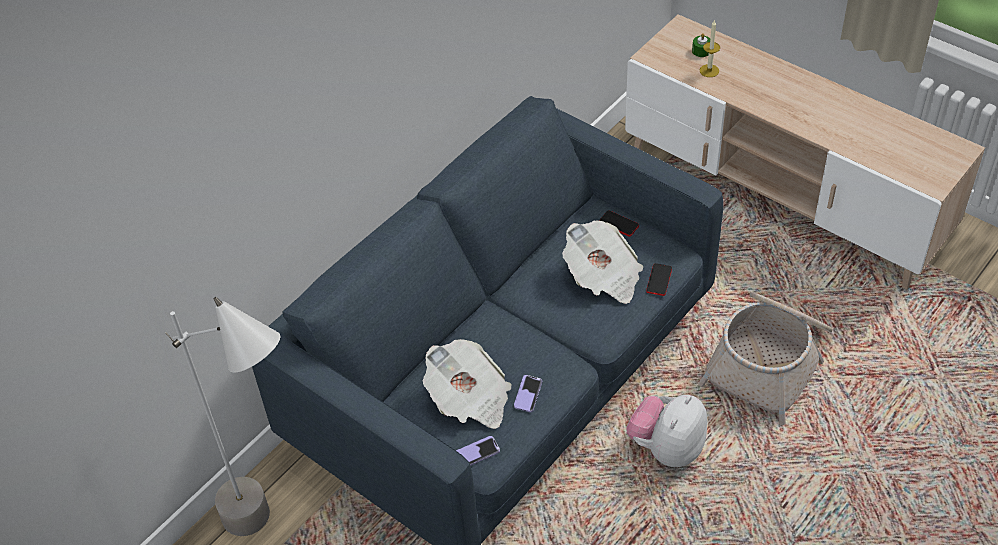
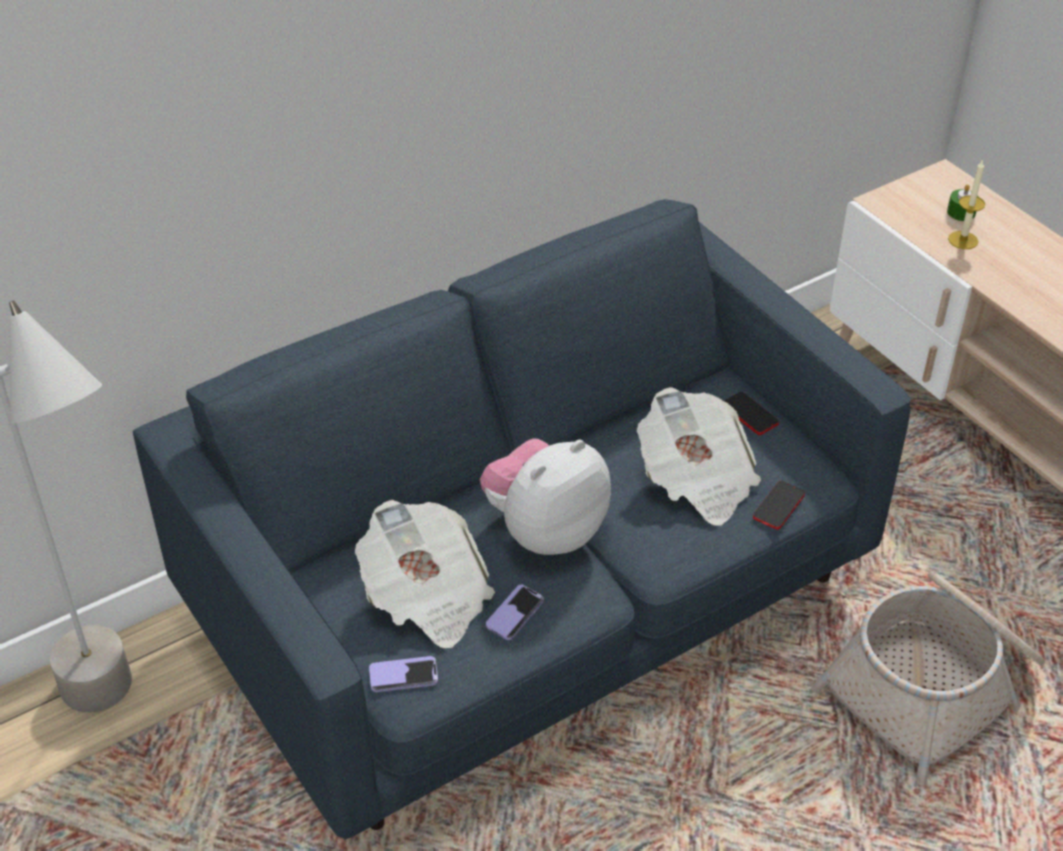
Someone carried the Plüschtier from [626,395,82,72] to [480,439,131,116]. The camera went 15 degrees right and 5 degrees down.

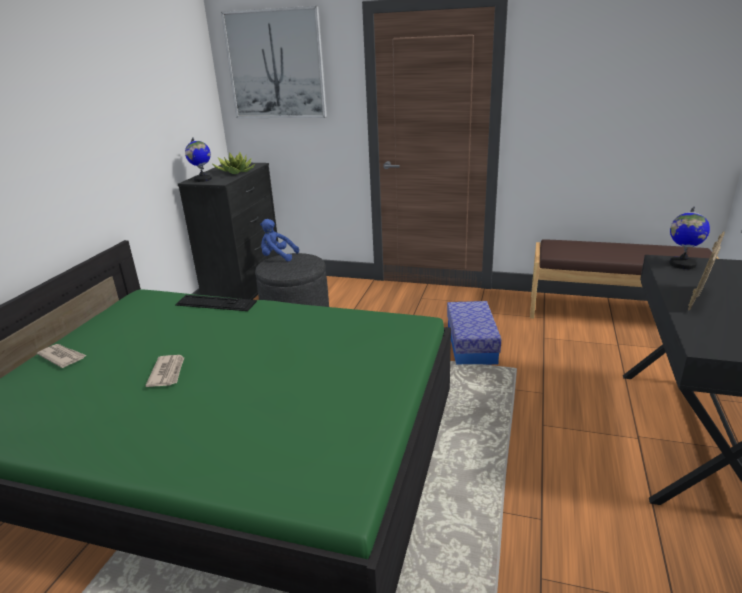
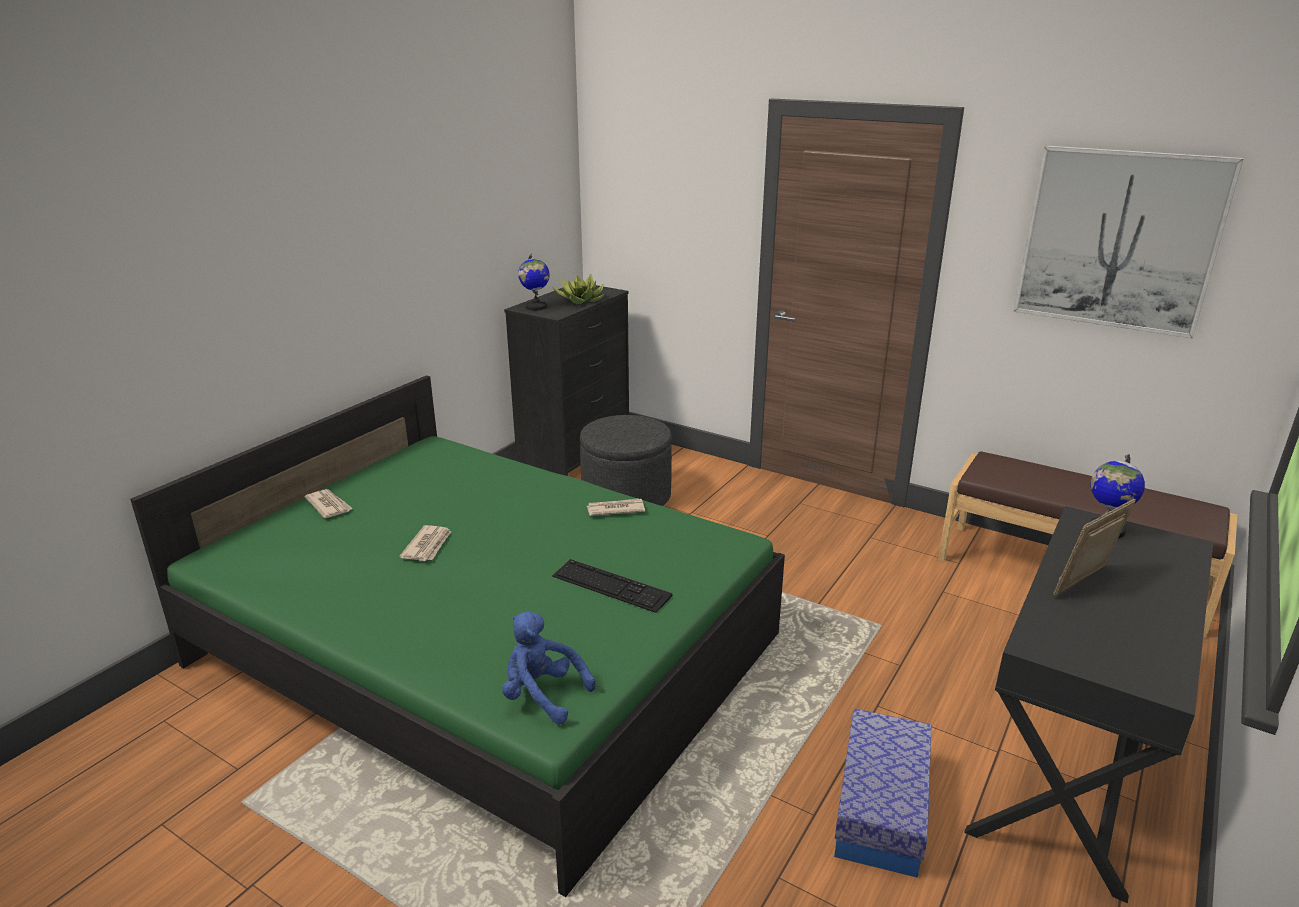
Someone carried the Plüschtier/blau from [260,219,39,42] to [502,612,94,112]. Someone carried the Tastatur from [175,295,82,16] to [552,559,121,54]. Someone put down the Zeitung at [587,498,58,18]. Someone carried the Aufbewahrungsbox from [447,301,54,64] to [834,709,98,169]. Someone carried the Bild from [221,6,106,112] to [1013,146,231,193]. The camera went 15 degrees right and 0 degrees up.

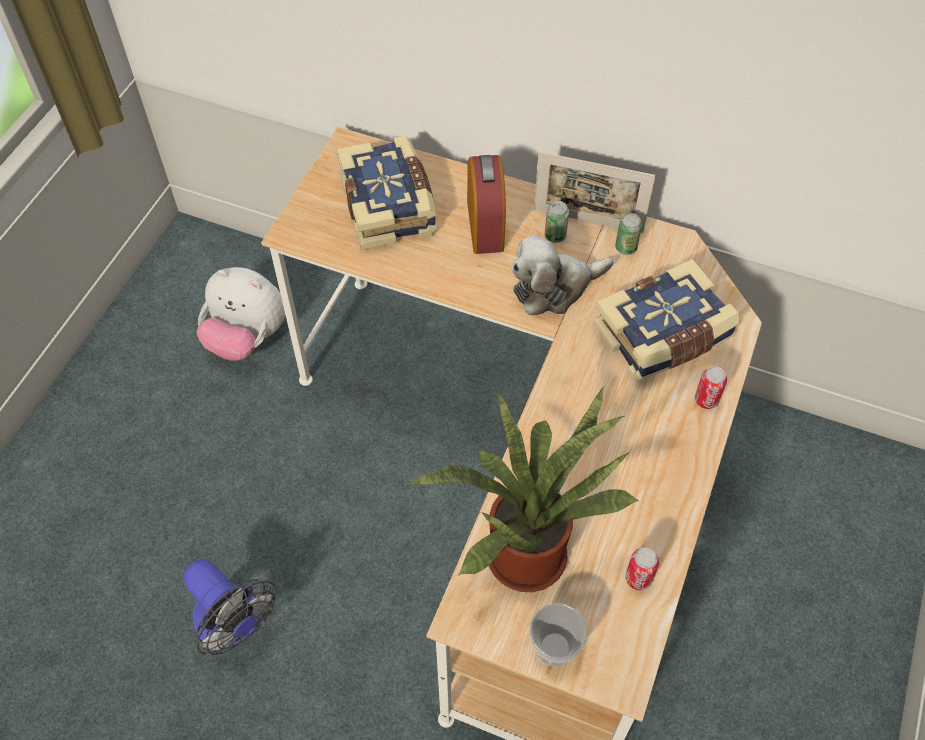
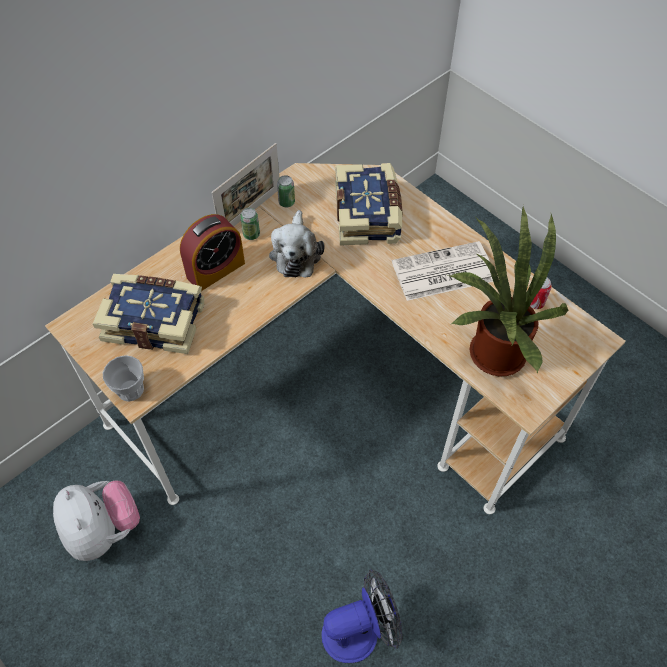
Someone rotated the Plüschtier at [197,267,88,94] by 75 degrees counterclockwise. Someone carried the Tasse from [530,603,58,64] to [103,355,41,47]. Someone rotated the Wecker at [467,155,39,99] by 120 degrees clockwise. Someone put down the Zeitung at [392,241,101,60]. Someone took away the Dose at [695,366,32,43]. The camera went 65 degrees left and 0 degrees up.

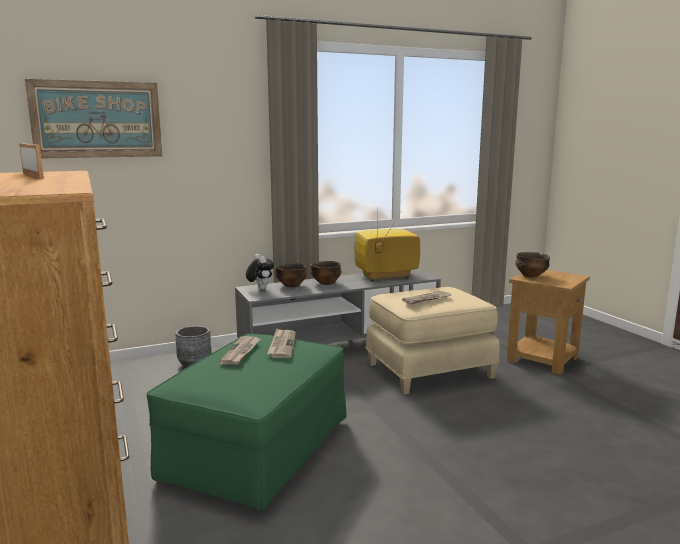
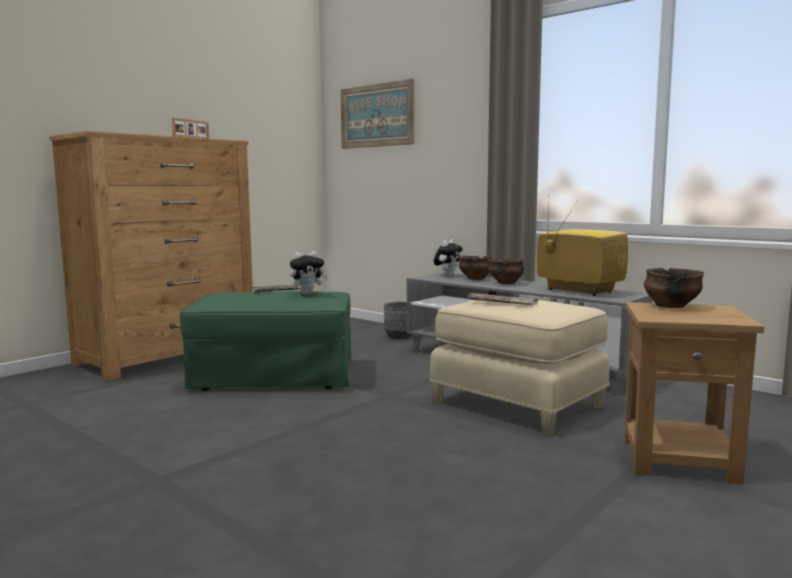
Someone swapped the Zeitung at [267,328,29,30] for the Plüschtier at [289,251,39,44]. The camera went 65 degrees right and 5 degrees down.

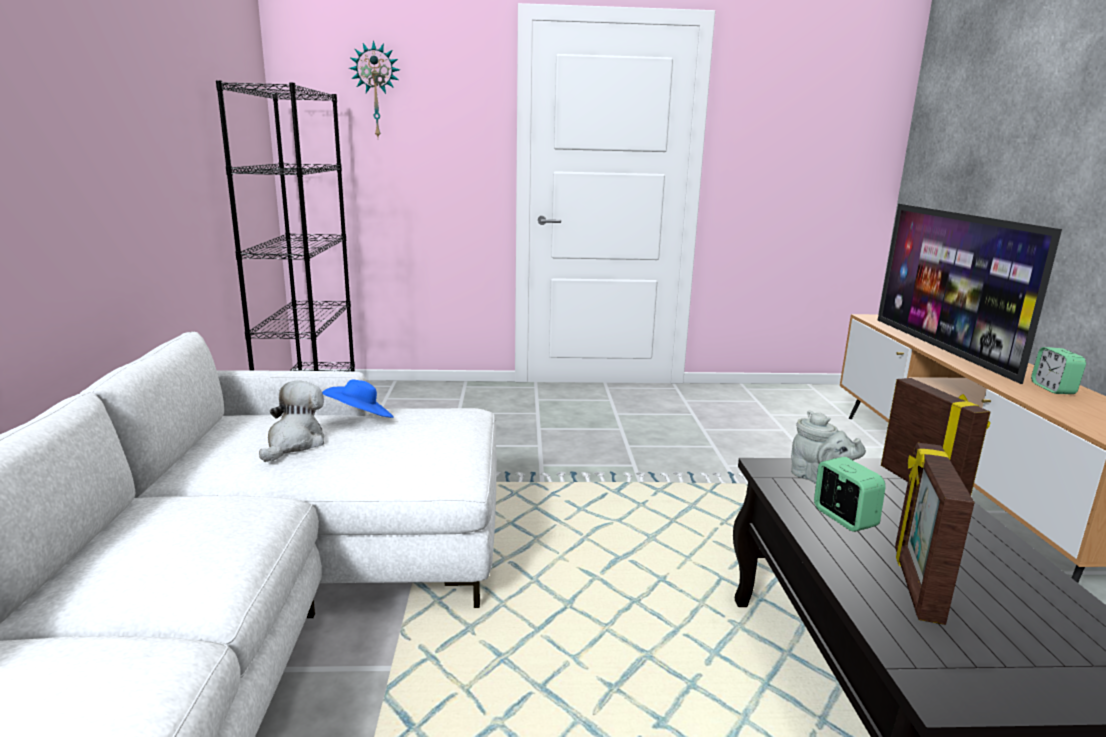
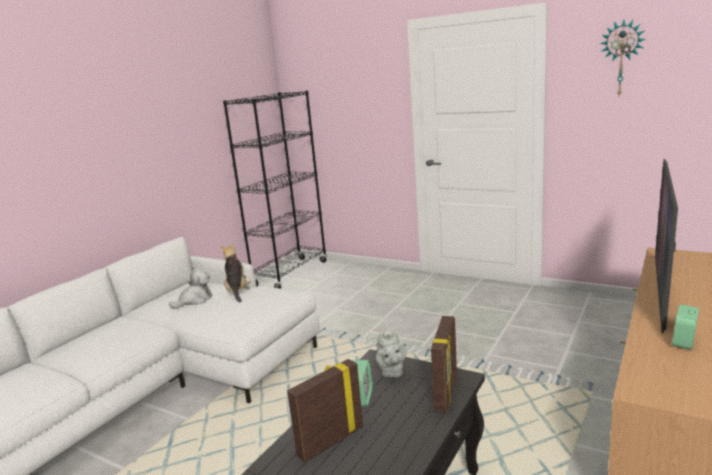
Someone swapped the Hut/blau at [322,379,72,39] for the Plüschtier at [221,243,30,60]. Someone carried the Wanduhr from [349,41,51,96] to [600,20,46,76]. The camera went 35 degrees right and 0 degrees up.

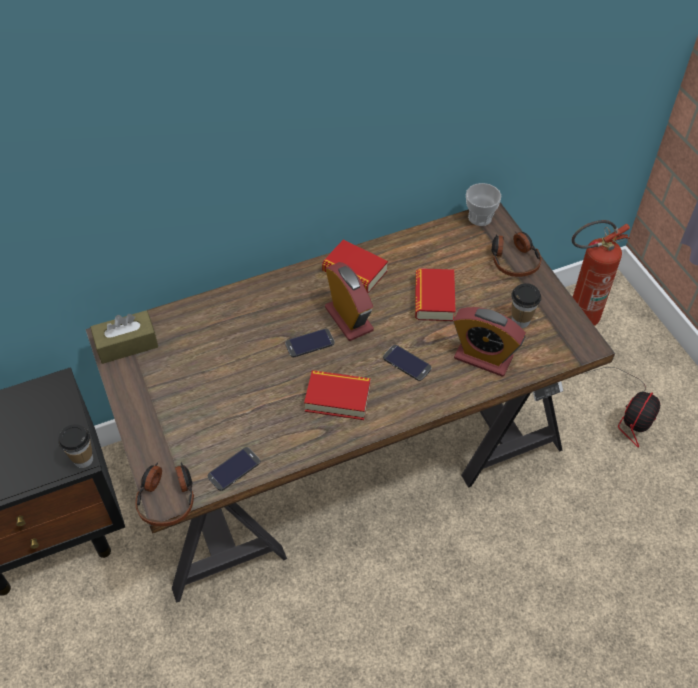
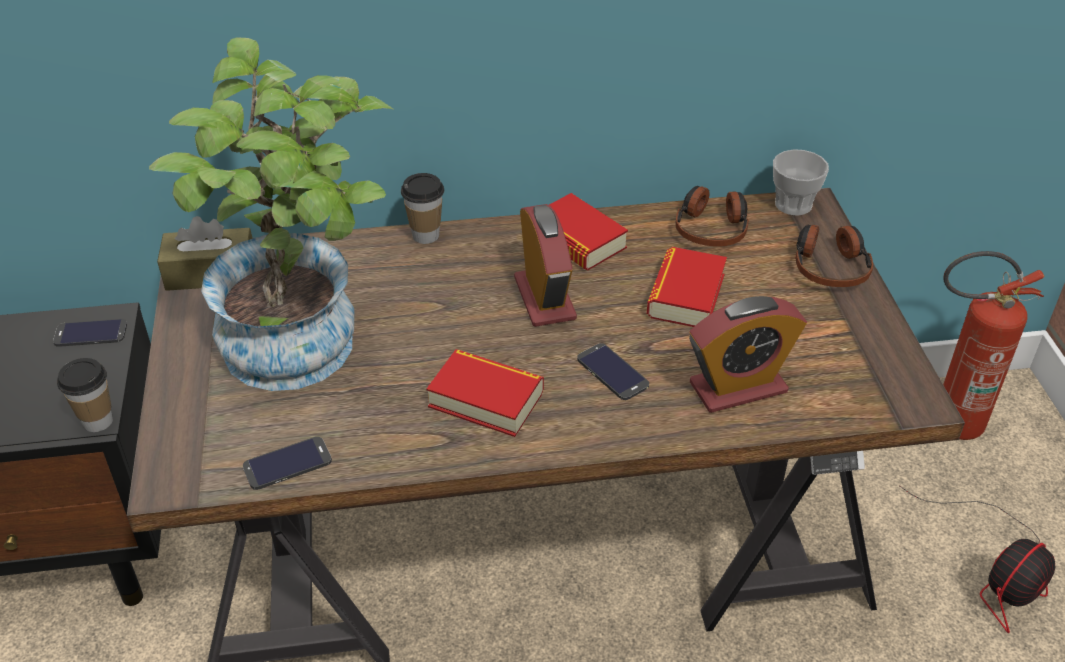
Someone carried the Handy from [285,329,49,28] to [53,319,74,28]. Someone put down the Topfpflanze at [149,38,244,353]. Someone carried the Tasse from [511,283,30,45] to [401,173,43,71]. Someone carried the Kopfhörer from [136,462,58,64] to [675,186,74,61]. Someone rotated the Wecker at [453,307,73,70] by 60 degrees counterclockwise. The camera went 15 degrees right and 10 degrees down.

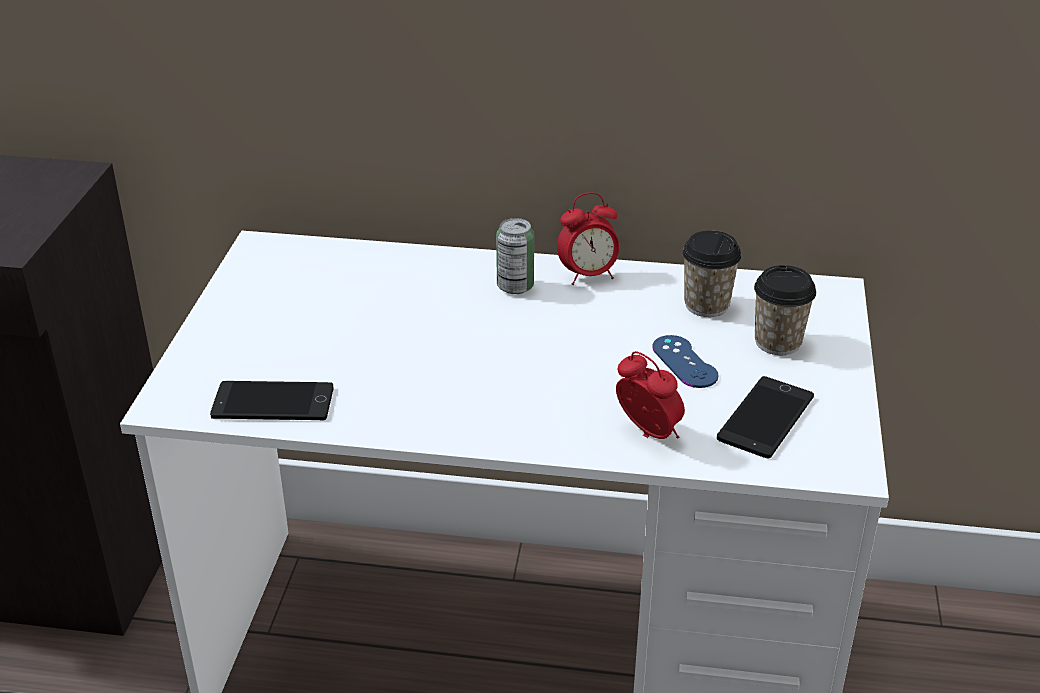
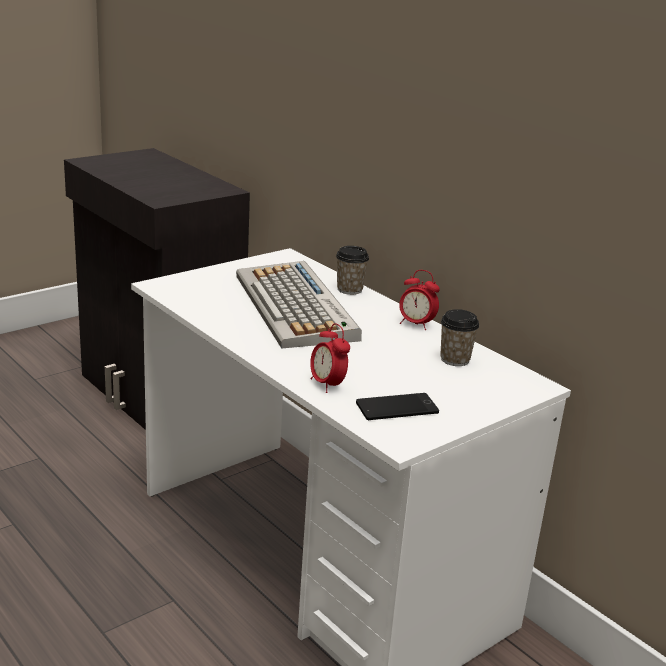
Someone put down the Tastatur at [236,261,126,88]. Someone rotated the Wecker at [616,351,69,88] by 150 degrees clockwise. Someone carried the Tasse from [754,265,62,90] to [336,246,33,49]. Someone took away the Handy at [210,381,123,40]. Someone took away the Dose at [496,218,38,76]. Someone took away the Gamepad/blau at [652,335,67,53]. The camera went 40 degrees right and 10 degrees down.

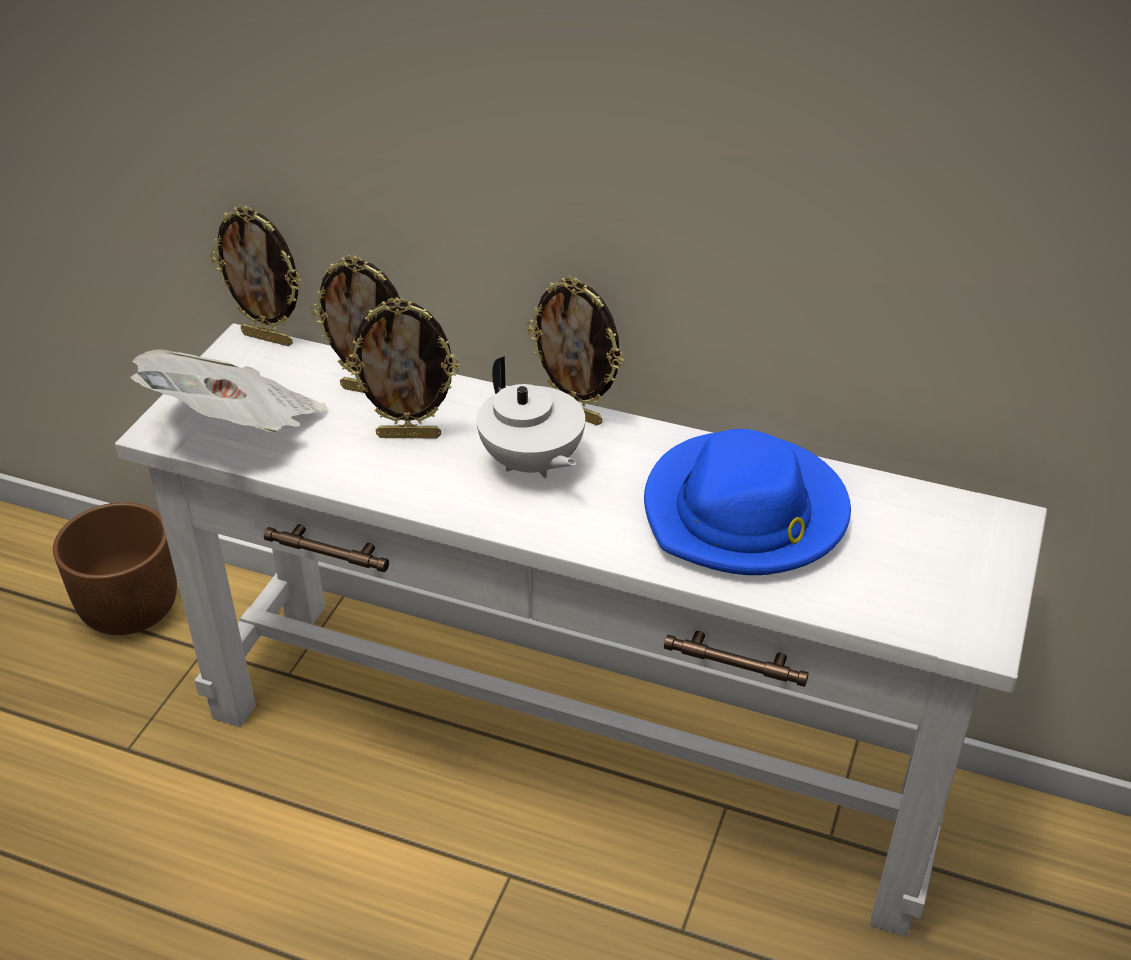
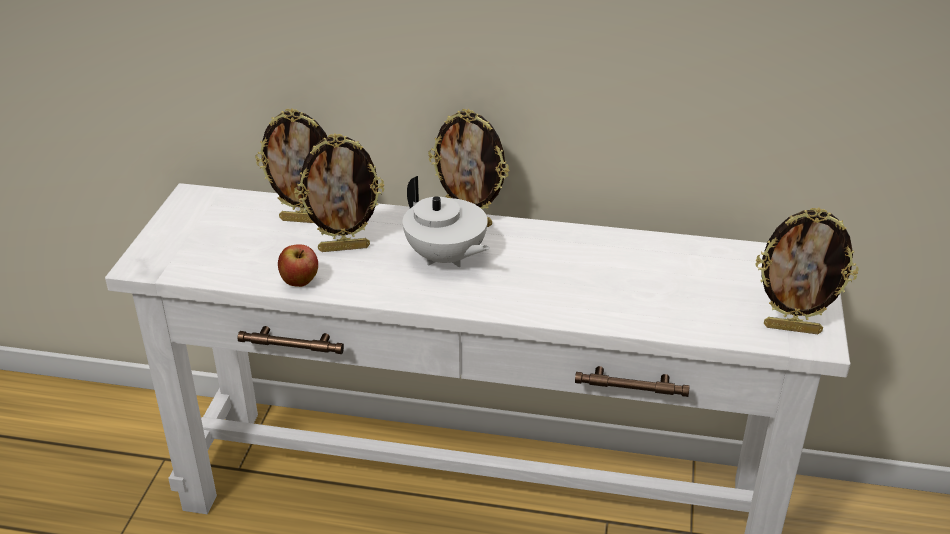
Someone put down the Apfel at [278,244,40,43]. Someone carried the Bilderrahmen from [210,205,91,141] to [756,208,103,126]. Someone took away the Pflanzkübel/braun at [53,502,124,133]. Someone took away the Zeitung at [130,349,197,83]. Someone took away the Hut/blau at [644,429,207,146]. The camera went 10 degrees left and 5 degrees down.

